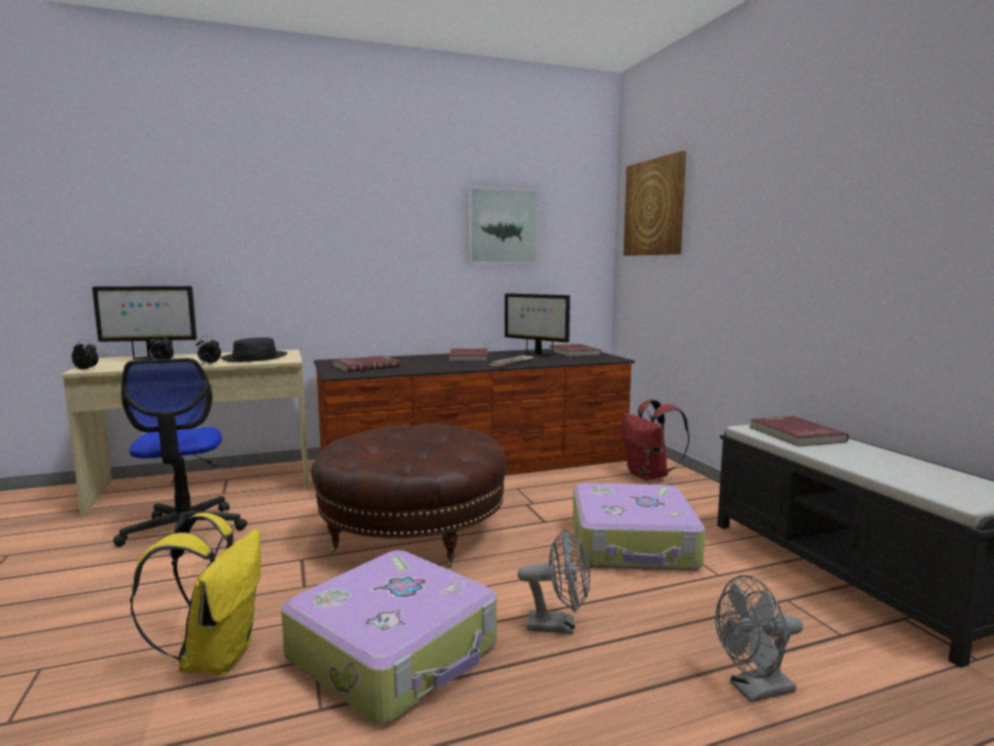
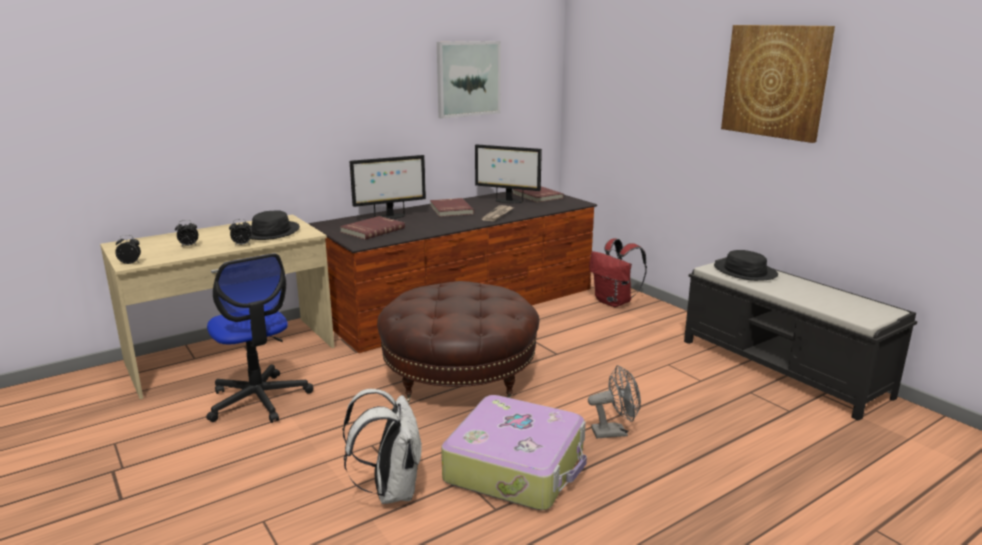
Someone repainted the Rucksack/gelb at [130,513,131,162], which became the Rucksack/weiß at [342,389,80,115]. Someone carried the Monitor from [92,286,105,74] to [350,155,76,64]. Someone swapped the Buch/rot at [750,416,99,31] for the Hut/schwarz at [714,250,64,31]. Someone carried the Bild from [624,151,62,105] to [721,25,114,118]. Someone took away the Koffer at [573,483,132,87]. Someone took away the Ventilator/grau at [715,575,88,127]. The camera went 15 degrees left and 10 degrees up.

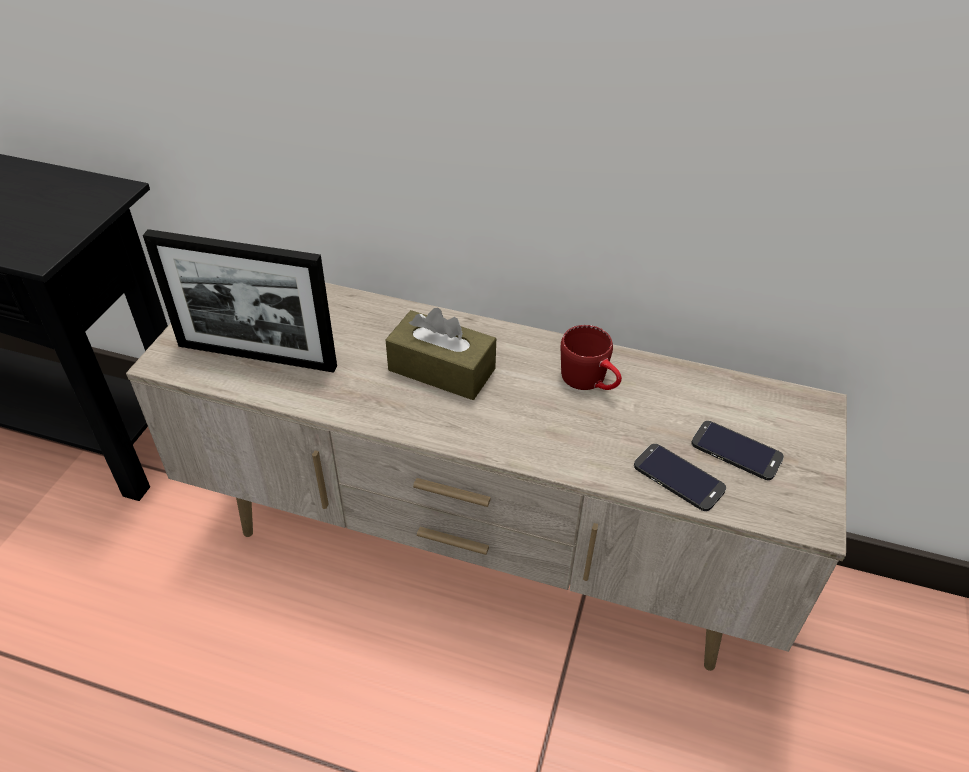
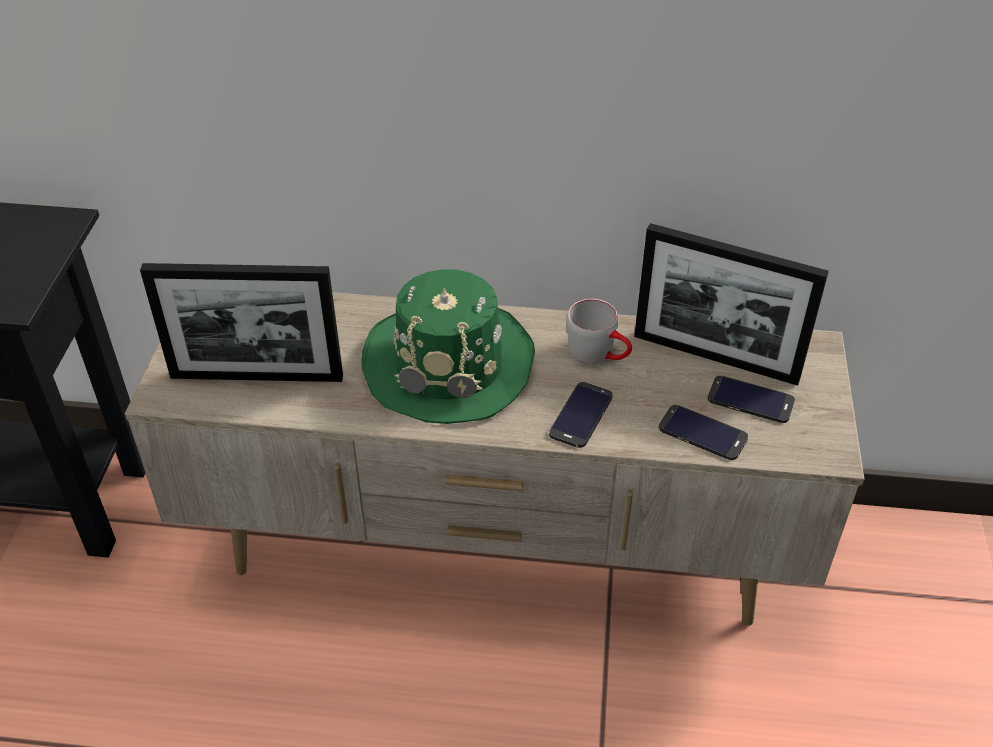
Someone swapped the Taschentuchbox/braun at [386,308,110,92] for the Hut/grün at [361,269,174,155]. Someone put down the Handy at [549,382,64,66]. Someone repainted the Henkelbecher/rot at [561,325,61,65], which became the Henkelbecher/grau at [567,299,65,65]. Someone put down the Bilderrahmen at [634,223,195,163]. The camera went 10 degrees left and 0 degrees up.

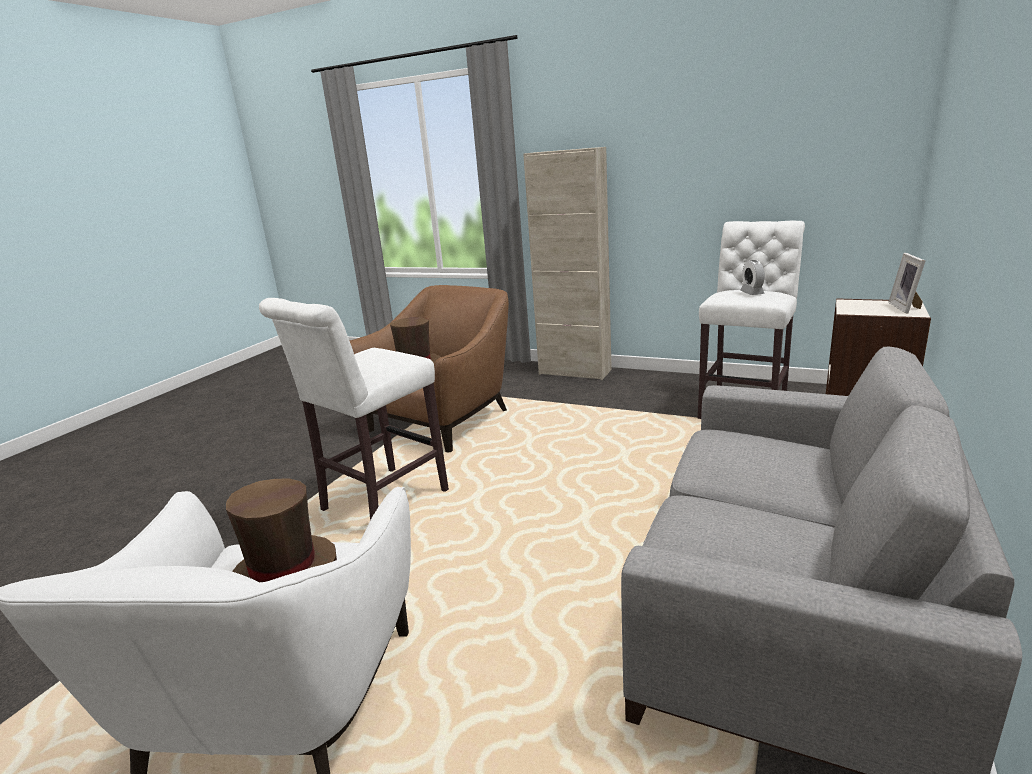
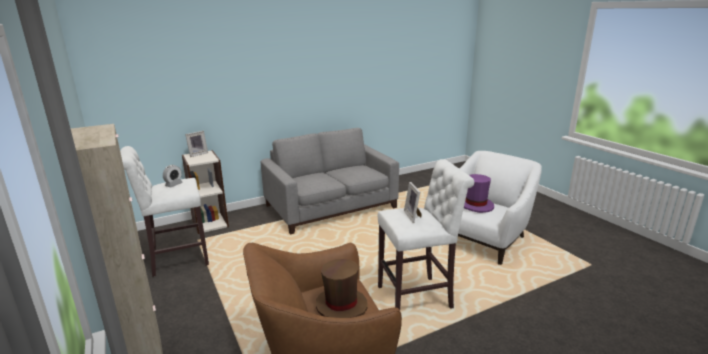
Someone put down the Bilderrahmen at [404,182,18,41]. Someone repainted the Hut/braun at [226,478,111,104], which became the Hut/lila at [464,174,30,39]. The camera went 145 degrees left and 0 degrees up.

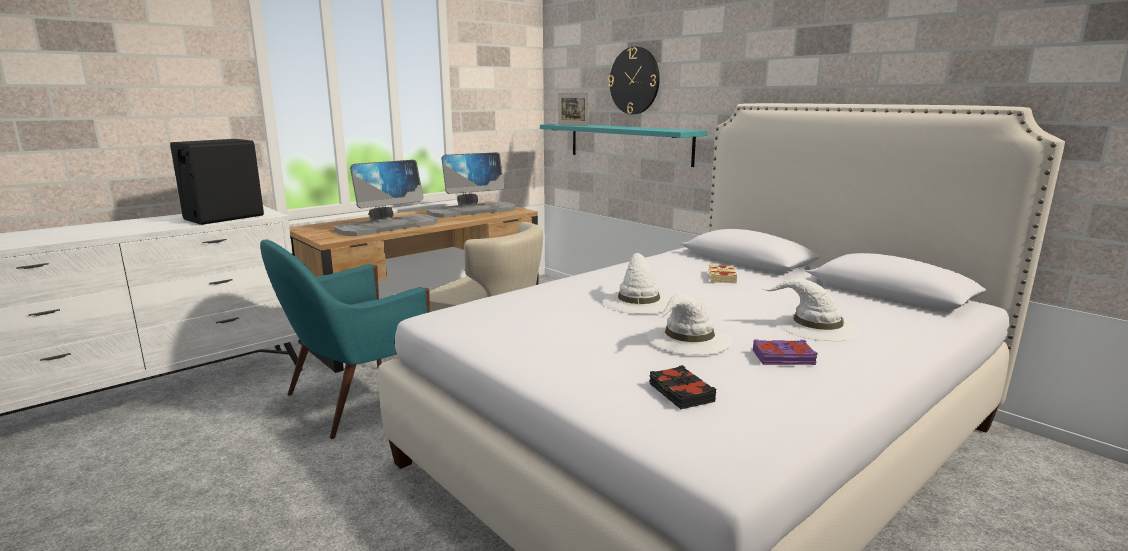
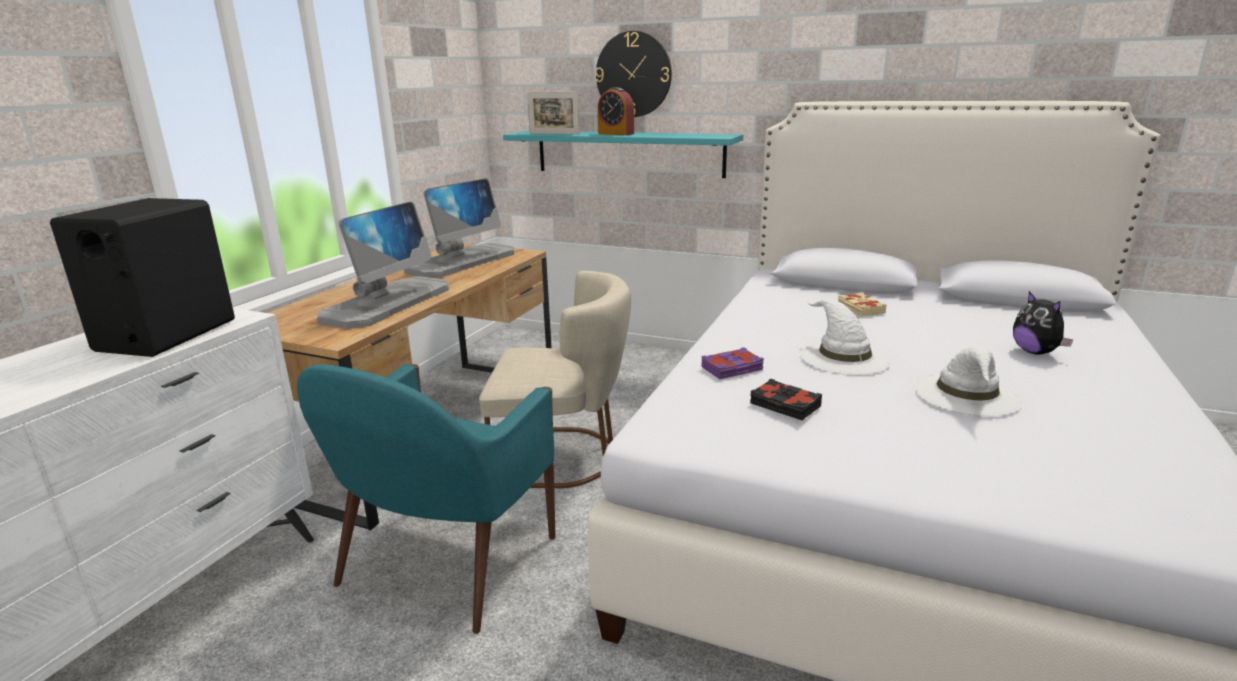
Someone put down the Wecker at [598,87,36,48]. Someone carried the Buch/lila from [753,339,65,26] to [702,347,62,32]. Someone carried the Buch/schwarz from [649,365,67,44] to [750,379,73,41]. Someone swapped the Hut/weiß at [763,278,98,63] for the Plüschtier at [1013,291,60,64]. The camera went 25 degrees left and 5 degrees up.

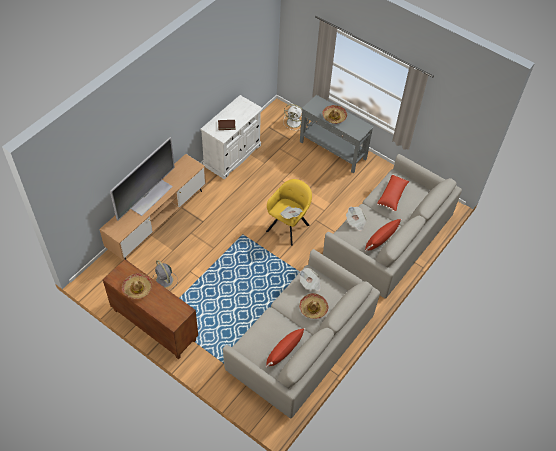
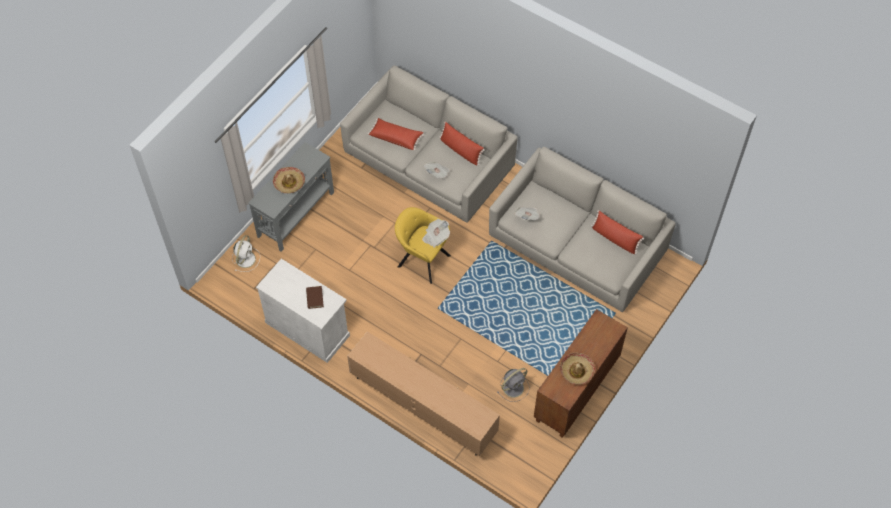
Someone took away the Fernseher at [110,137,65,84]. Someone took away the Hut at [299,293,29,26]. The camera went 90 degrees left and 5 degrees up.

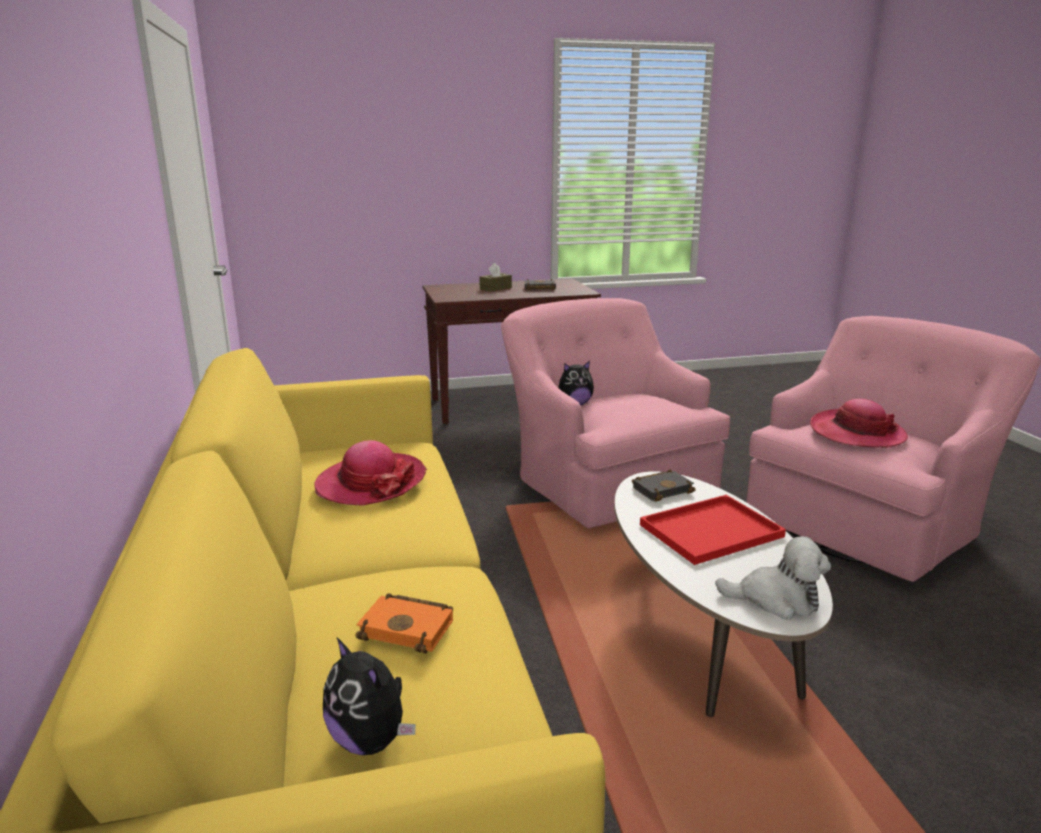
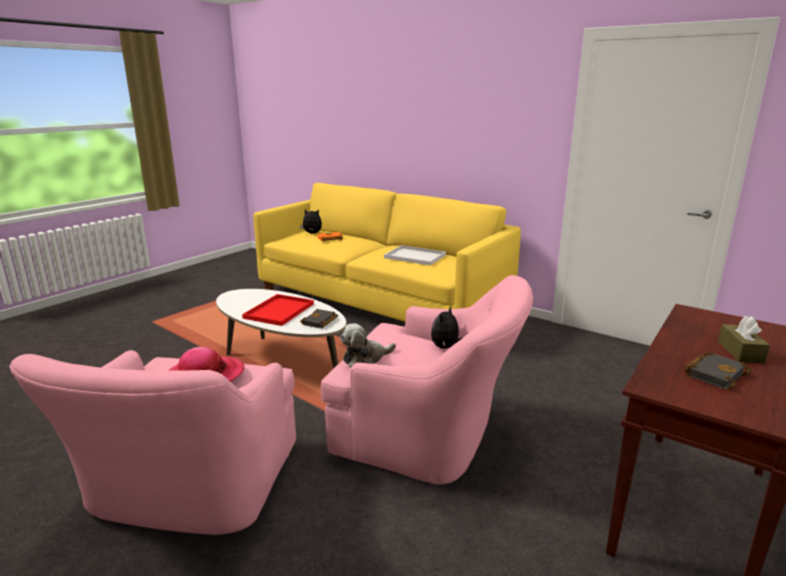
Someone carried the Plüschtier from [715,536,116,84] to [340,323,56,44]. Someone swapped the Hut at [314,440,113,66] for the Tablett/weiß at [384,245,62,21]. The camera went 140 degrees right and 0 degrees up.

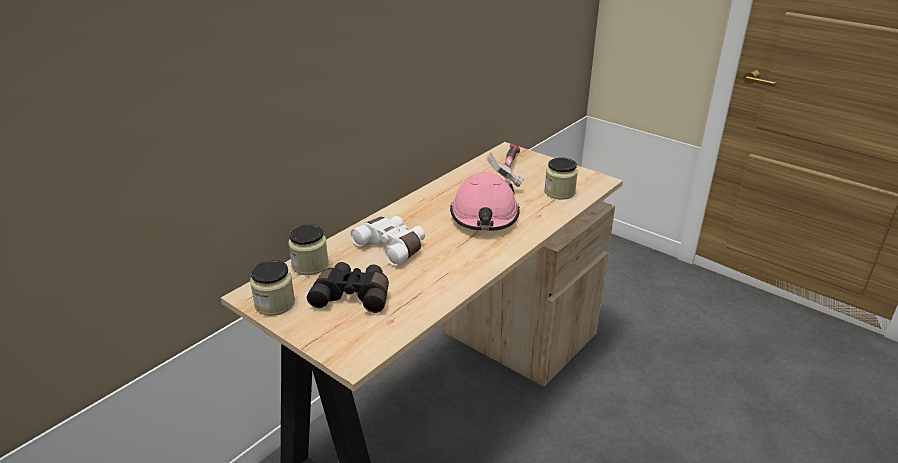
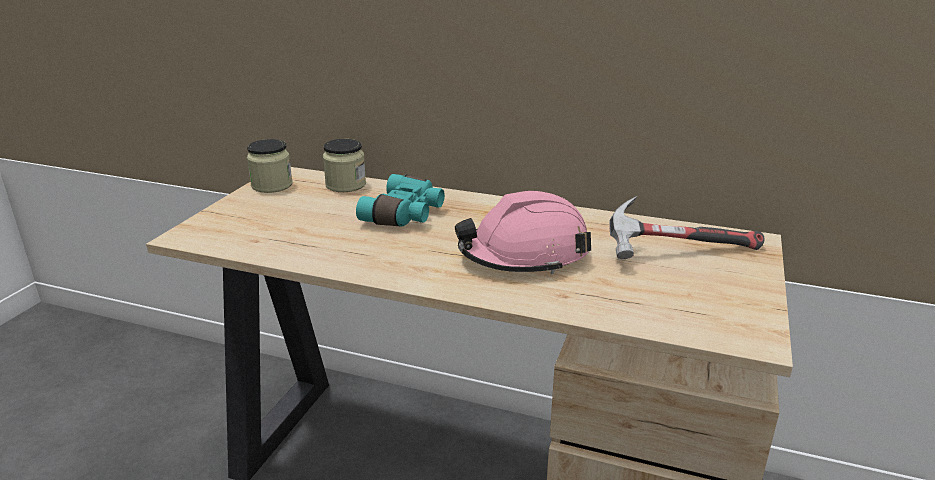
Someone repainted the Fernglas/weiß at [351,216,74,49], which became the Fernglas/türkis at [356,174,89,53]. Someone took away the Fernglas/schwarz at [307,262,82,51]. Someone took away the Vorratsglas at [544,157,34,43]. The camera went 70 degrees right and 5 degrees down.

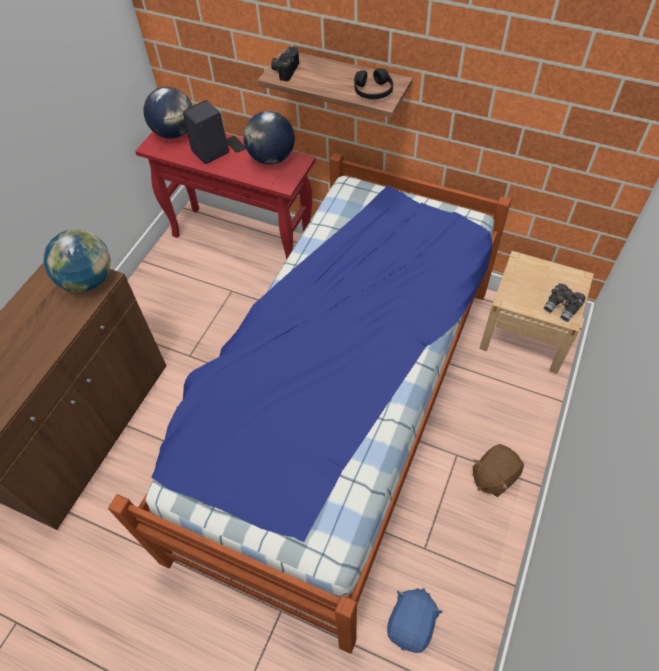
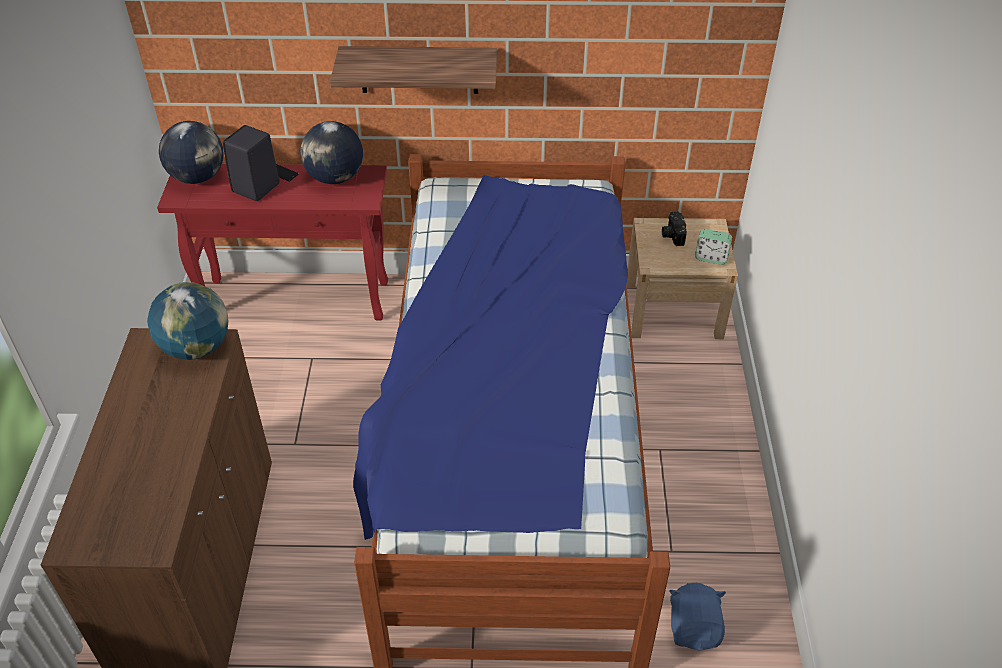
Someone carried the Kamera from [271,46,28,35] to [662,212,25,34]. Someone swapped the Fernglas/grau at [544,283,42,39] for the Wecker at [695,229,37,36]. Someone took away the Kopfhörer/schwarz at [354,68,39,31]. Someone took away the Plüschtier/braun at [472,444,52,53]. The camera went 25 degrees left and 10 degrees down.

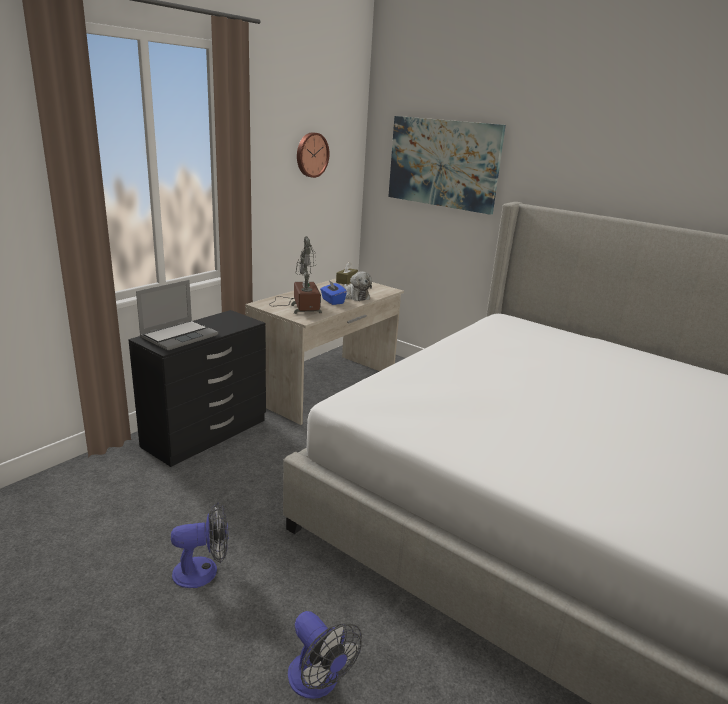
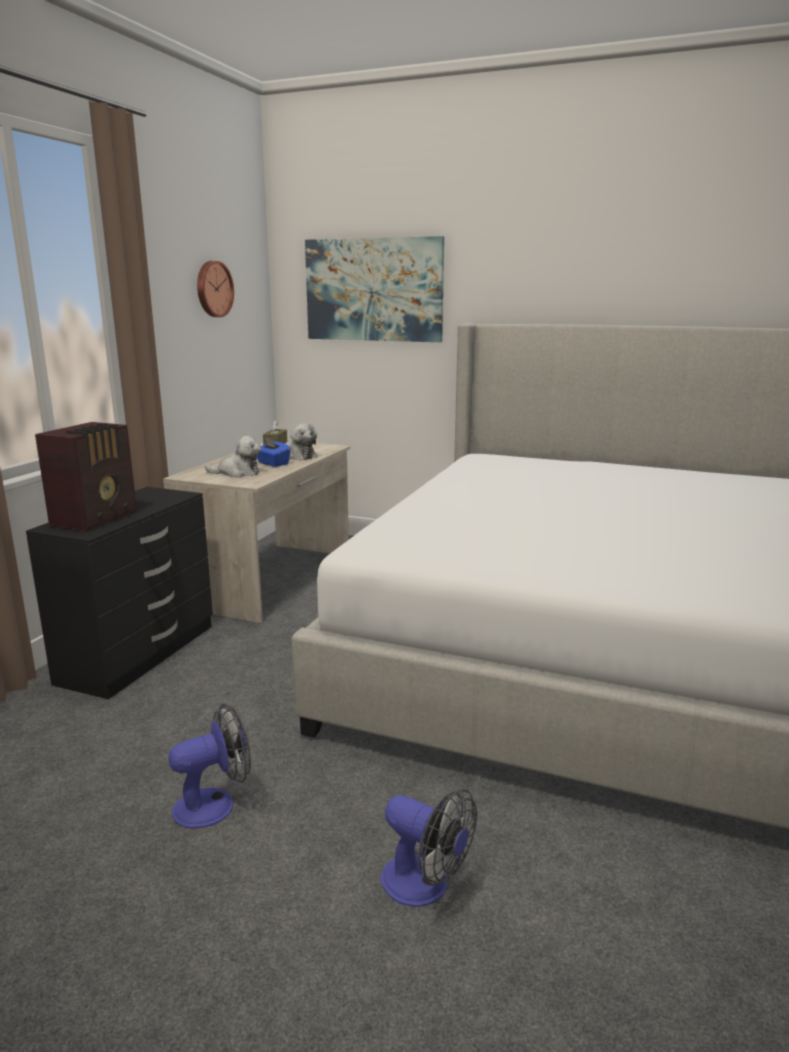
Someone swapped the Laptop at [136,280,82,70] for the Radio at [35,422,102,110]. Someone swapped the Tischlampe at [269,236,53,78] for the Plüschtier at [205,436,56,42]. The camera went 15 degrees left and 5 degrees down.

